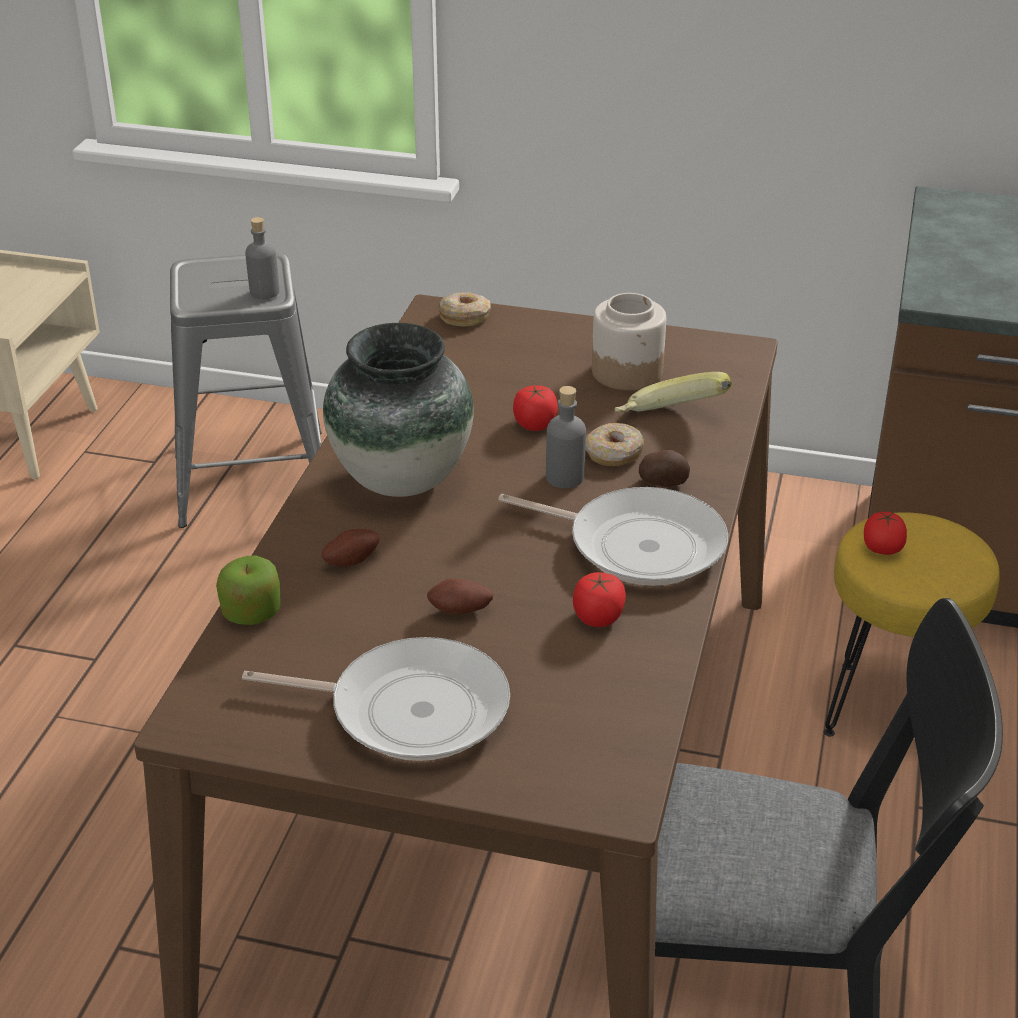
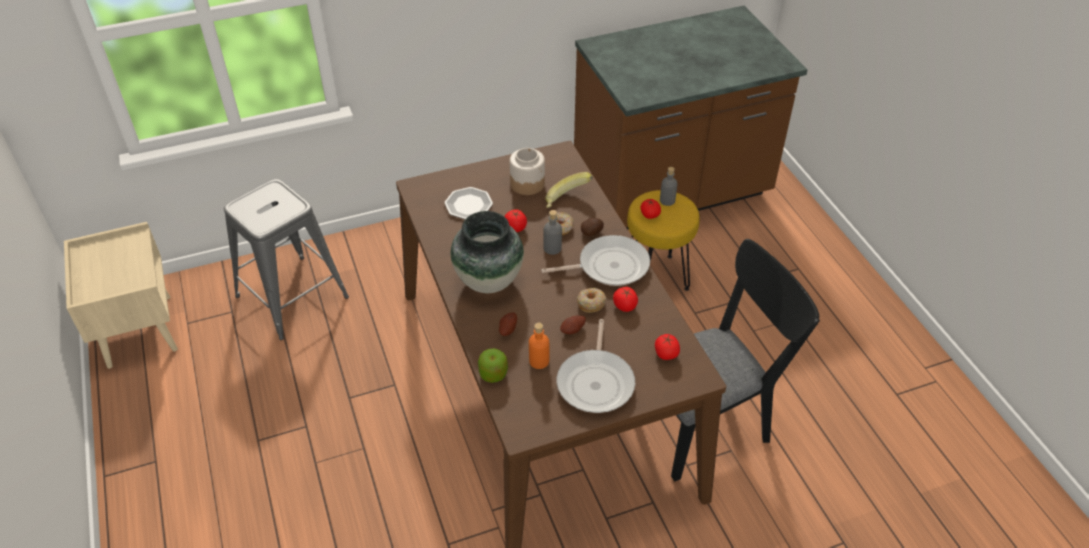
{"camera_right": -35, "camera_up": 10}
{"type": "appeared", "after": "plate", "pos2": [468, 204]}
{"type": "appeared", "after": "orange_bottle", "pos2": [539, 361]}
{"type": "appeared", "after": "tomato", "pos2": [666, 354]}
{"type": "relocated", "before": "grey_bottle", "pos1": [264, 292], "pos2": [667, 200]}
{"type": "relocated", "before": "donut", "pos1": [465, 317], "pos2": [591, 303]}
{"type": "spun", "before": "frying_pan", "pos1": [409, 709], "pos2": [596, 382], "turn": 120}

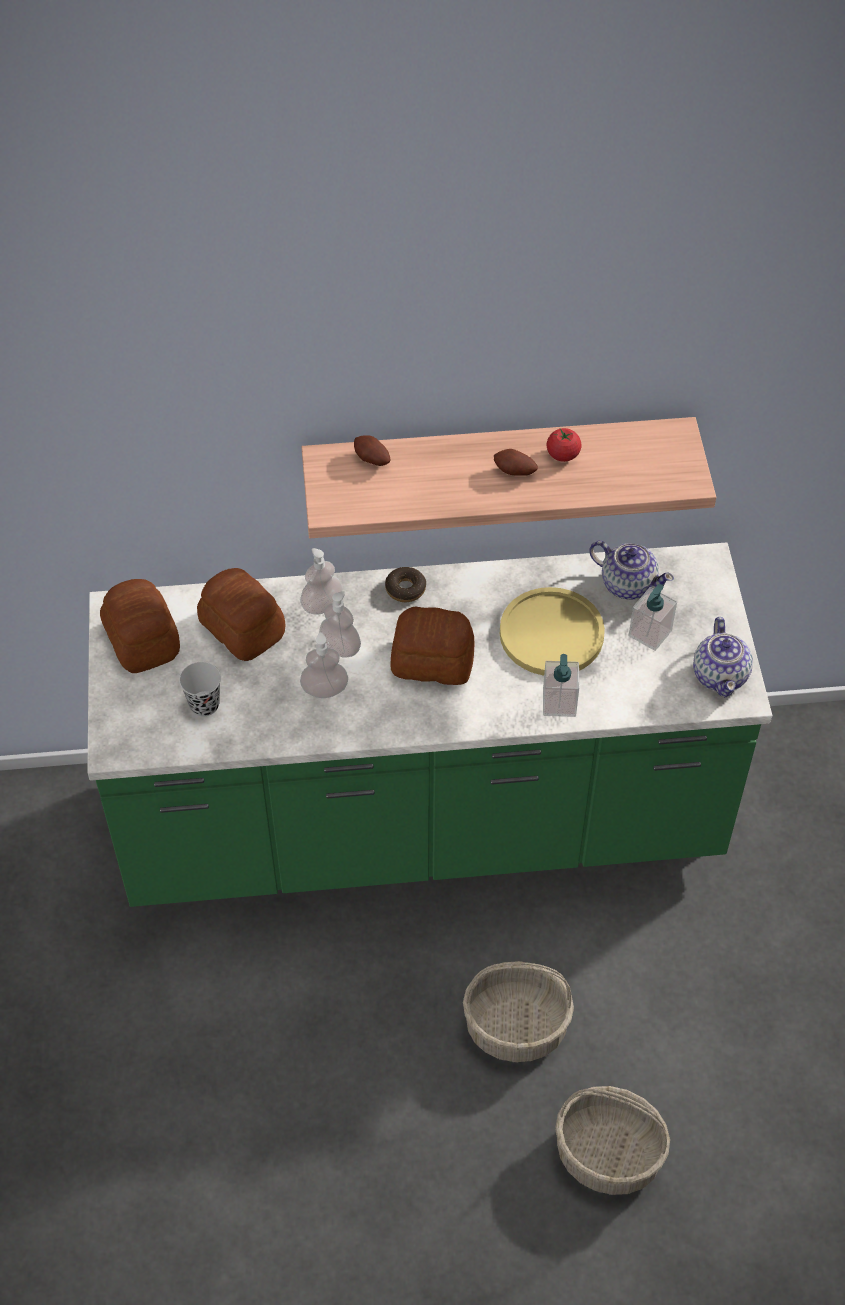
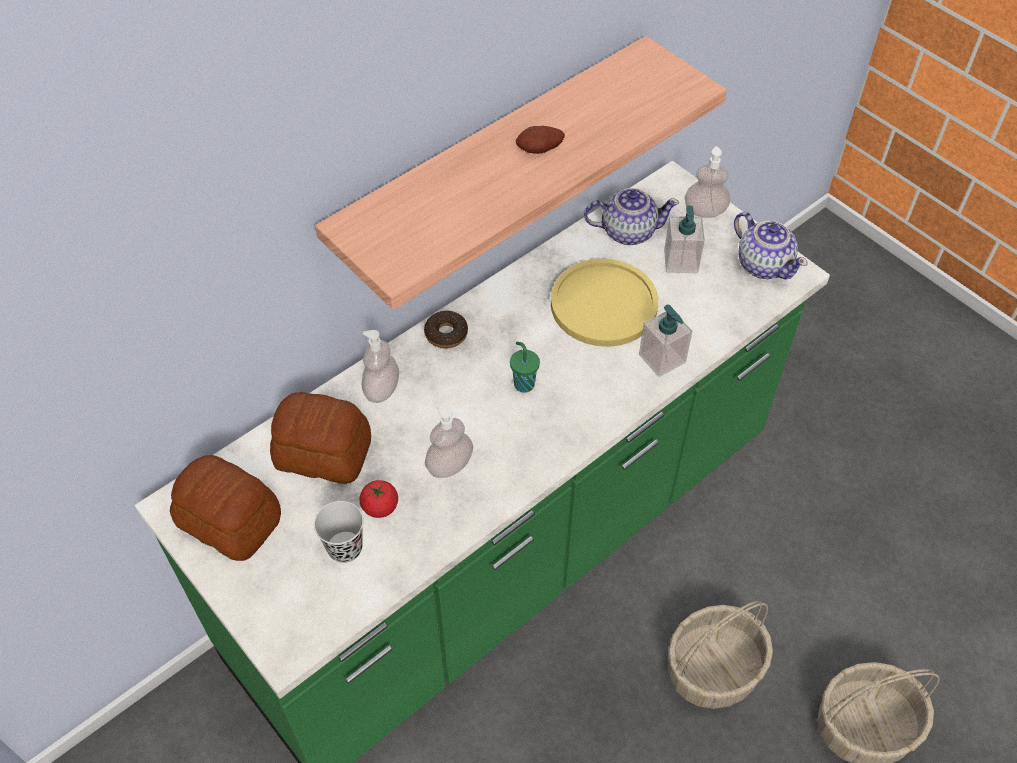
{"camera_right": -35, "camera_up": 0}
{"type": "missing", "before": "potato", "pos1": [371, 460]}
{"type": "relocated", "before": "soap_dispenser", "pos1": [340, 647], "pos2": [705, 211]}
{"type": "relocated", "before": "tomato", "pos1": [563, 454], "pos2": [380, 507]}
{"type": "exchanged", "before": "bread", "after": "green_cup", "pos1": [431, 660], "pos2": [523, 383]}

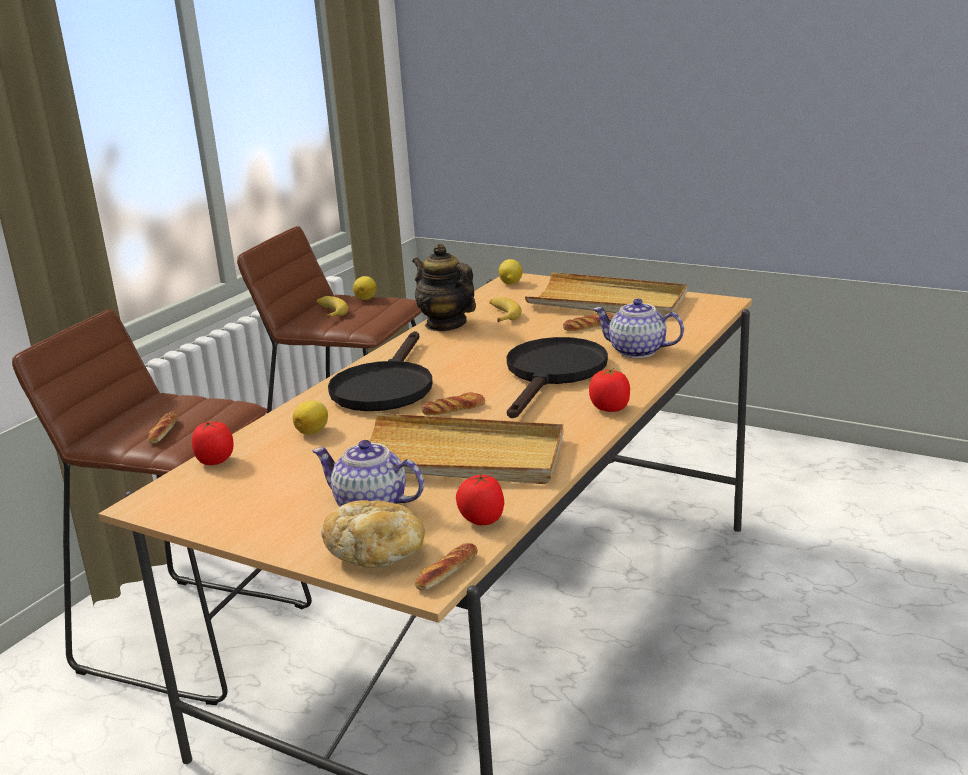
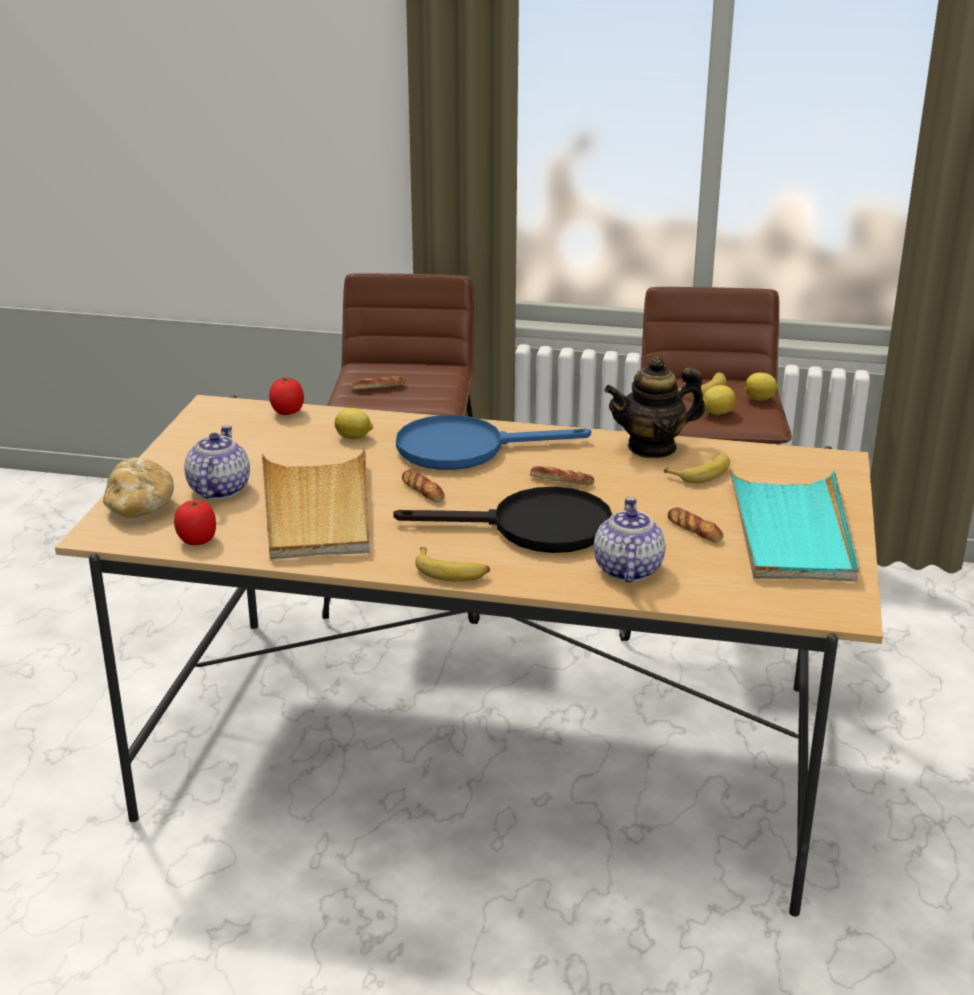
{"camera_right": 70, "camera_up": 5}
{"type": "relocated", "before": "bread", "pos1": [447, 572], "pos2": [561, 481]}
{"type": "relocated", "before": "lemon", "pos1": [510, 283], "pos2": [716, 413]}
{"type": "exchanged", "before": "tomato", "after": "banana", "pos1": [610, 408], "pos2": [451, 572]}
{"type": "colour", "before": "black_frying_pan", "after": "blue_frying_pan", "pos1": [385, 386], "pos2": [465, 448]}
{"type": "colour", "before": "beige_tray", "after": "turquoise_tray", "pos1": [608, 302], "pos2": [791, 531]}
{"type": "spun", "before": "teapot", "pos1": [445, 324], "pos2": [652, 447], "turn": -135}

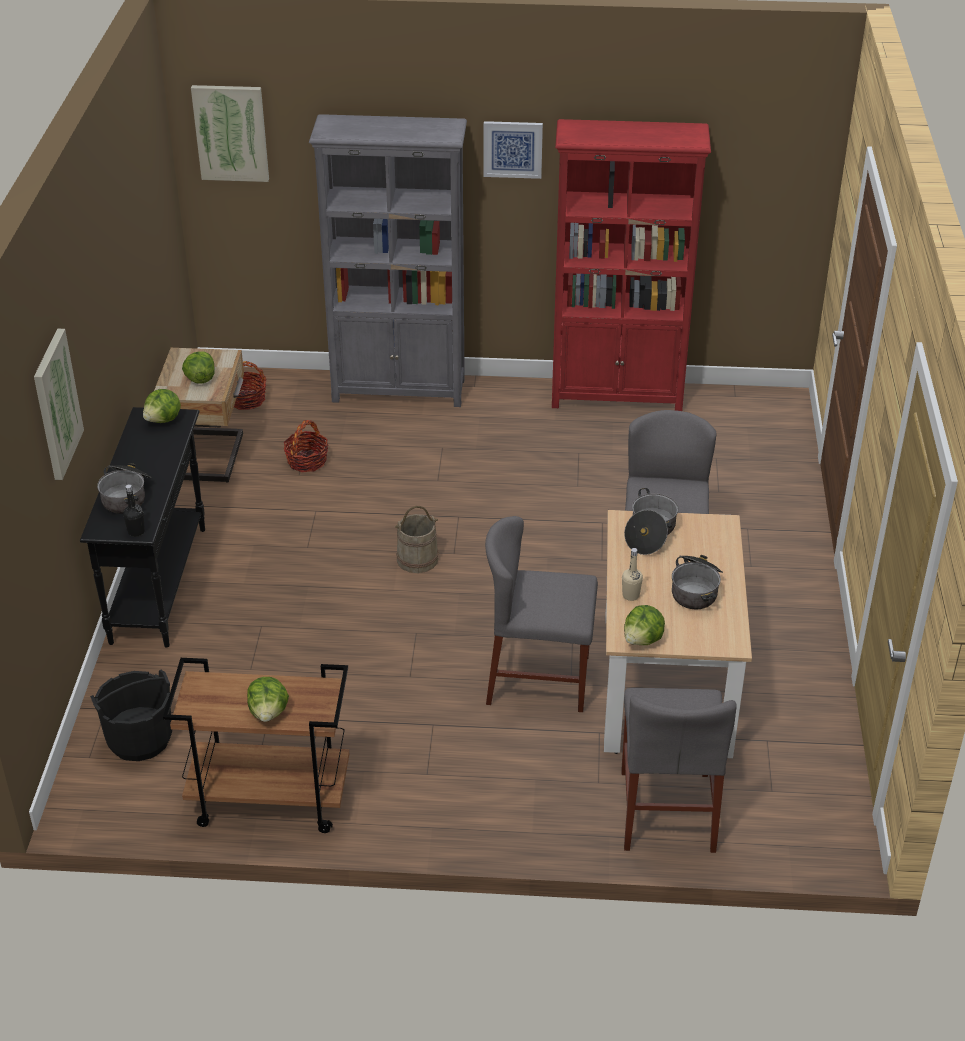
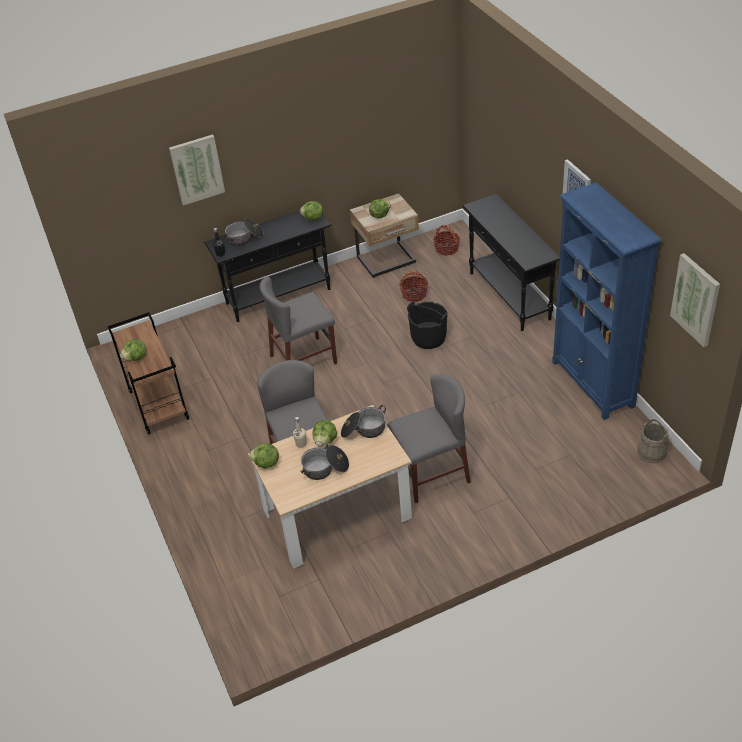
{"camera_right": 65, "camera_up": 5}
{"type": "appeared", "after": "lettuce", "pos2": [325, 441]}
{"type": "relocated", "before": "black_bucket", "pos1": [139, 739], "pos2": [428, 338]}
{"type": "relocated", "before": "picture", "pos1": [231, 133], "pos2": [696, 299]}
{"type": "relocated", "before": "beige_bucket", "pos1": [417, 559], "pos2": [651, 452]}
{"type": "relocated", "before": "grey_chair", "pos1": [667, 810], "pos2": [303, 359]}
{"type": "exchanged", "before": "grey_bookcase", "after": "black_console_table", "pos1": [399, 390], "pos2": [509, 296]}
{"type": "colour", "before": "red_bookcase", "after": "blue_bookcase", "pos1": [617, 396], "pos2": [593, 384]}

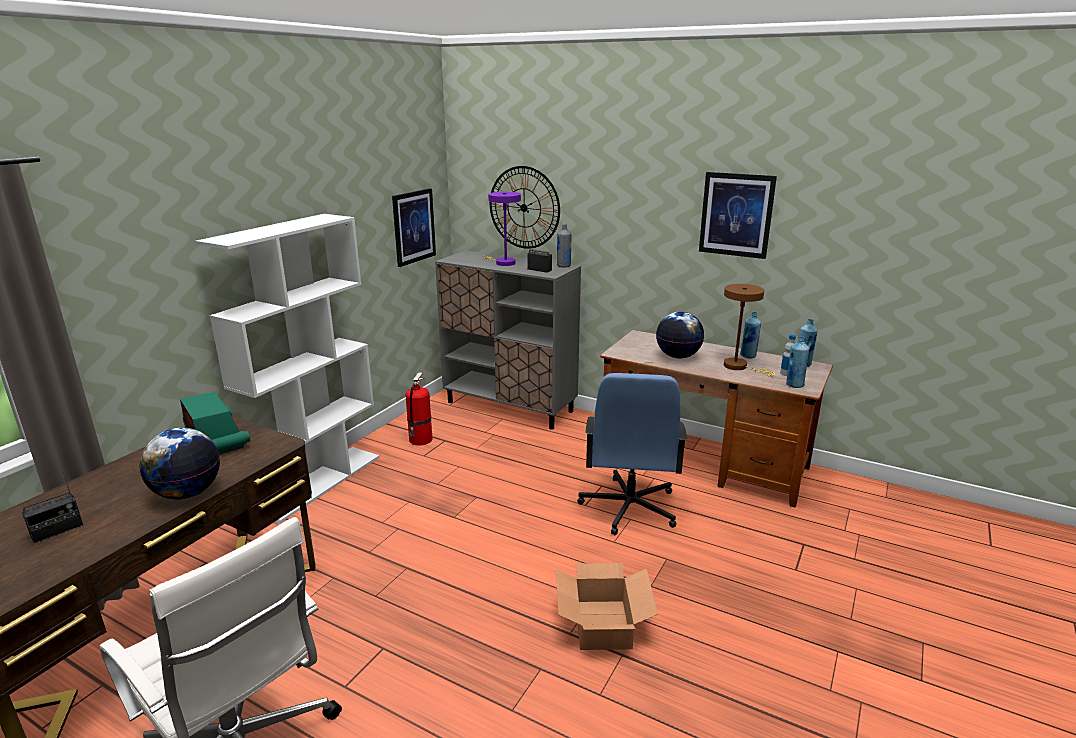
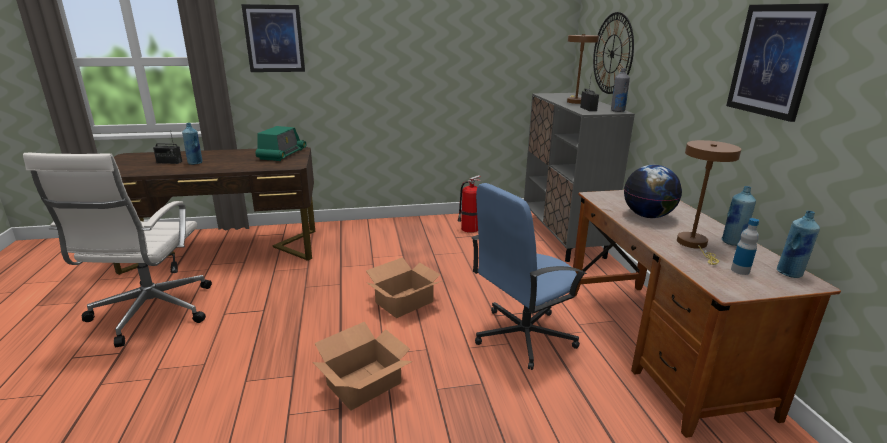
{"camera_right": 50, "camera_up": 0}
{"type": "missing", "before": "globe", "pos1": [187, 493]}
{"type": "missing", "before": "white_bookcase", "pos1": [318, 482]}
{"type": "appeared", "after": "cardboard_box", "pos2": [405, 302]}
{"type": "relocated", "before": "picture", "pos1": [413, 226], "pos2": [274, 39]}
{"type": "relocated", "before": "blue_bottle", "pos1": [794, 385], "pos2": [195, 163]}
{"type": "colour", "before": "purple_table_lamp", "after": "brown_table_lamp", "pos1": [503, 263], "pos2": [575, 101]}

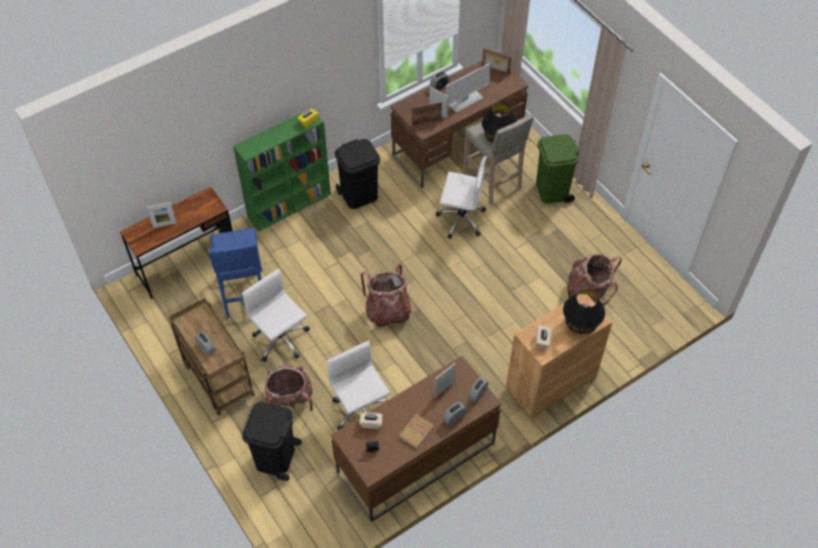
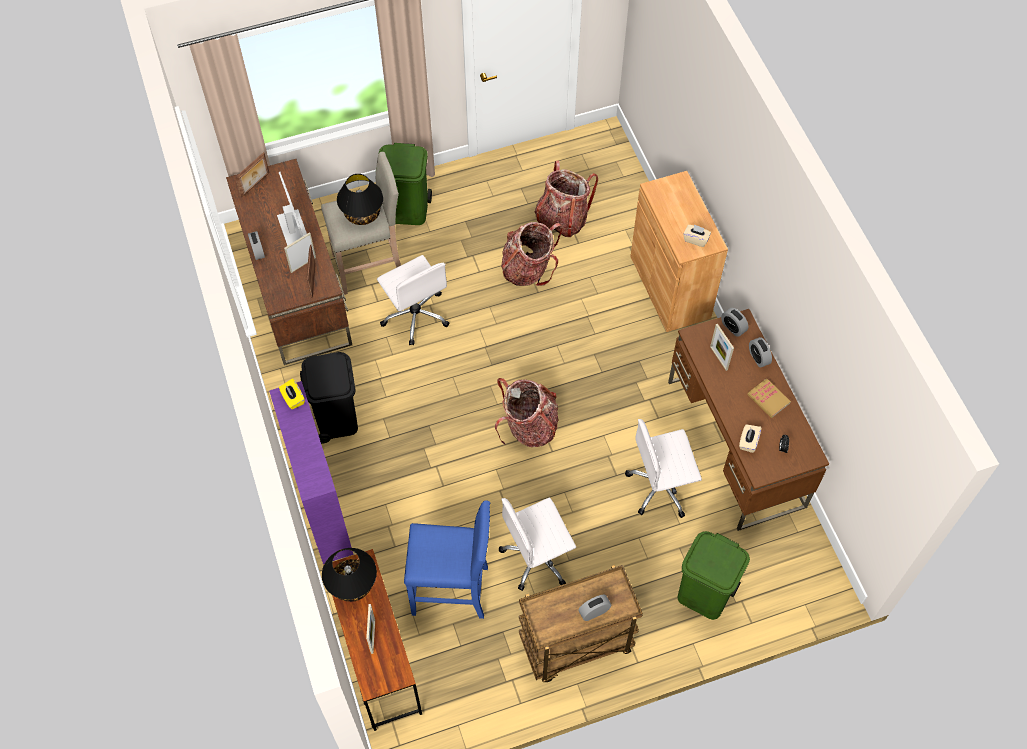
{"camera_right": -75, "camera_up": 5}
{"type": "relocated", "before": "backpack", "pos1": [290, 400], "pos2": [528, 269]}
{"type": "relocated", "before": "black_table_lamp", "pos1": [581, 323], "pos2": [352, 583]}
{"type": "colour", "before": "green_bookcase", "after": "purple_bookcase", "pos1": [290, 205], "pos2": [321, 506]}
{"type": "colour", "before": "black_trash_can", "after": "green_trash_can", "pos1": [276, 458], "pos2": [705, 595]}
{"type": "spun", "before": "white_office_chair", "pos1": [460, 219], "pos2": [415, 315], "turn": 120}

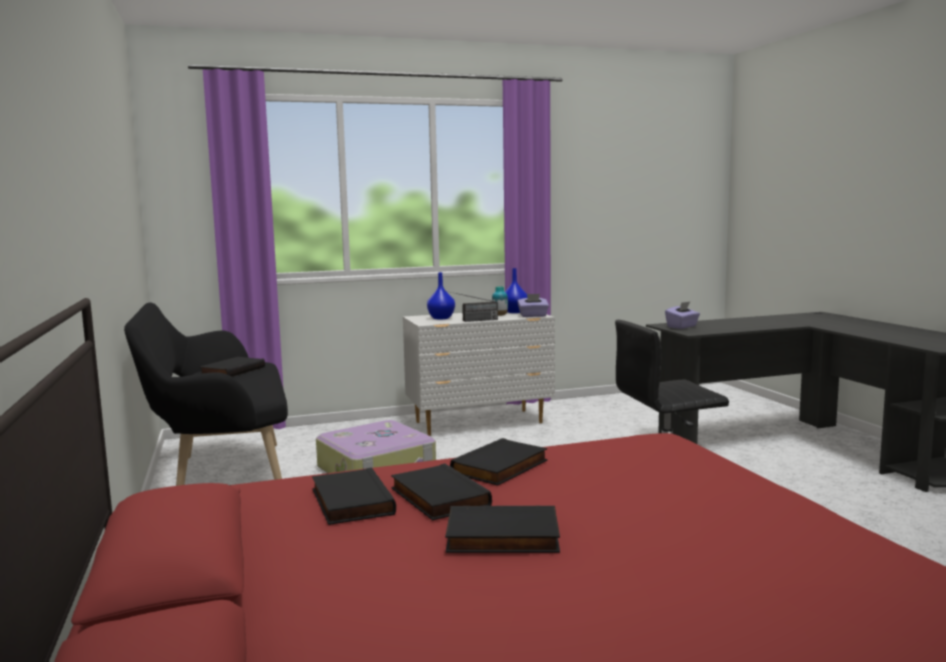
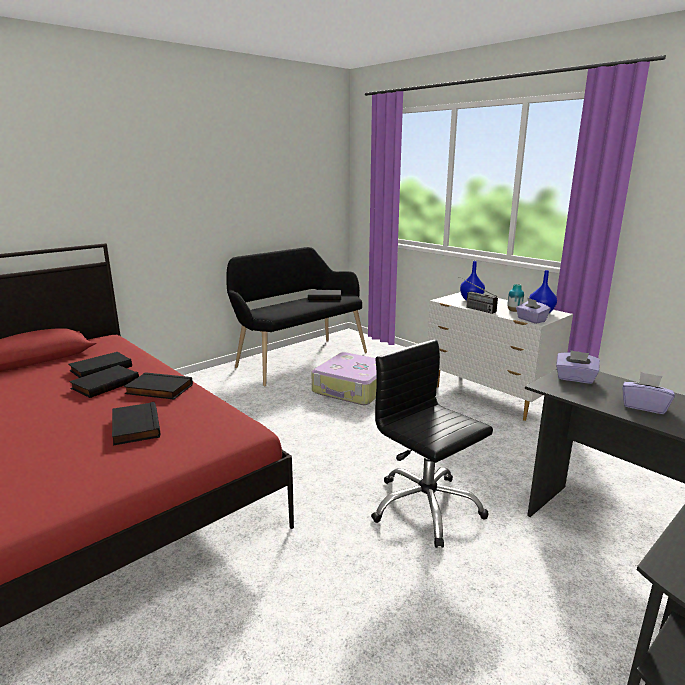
{"camera_right": 65, "camera_up": 10}
{"type": "appeared", "after": "purple_tissue_box", "pos2": [644, 406]}
{"type": "relocated", "before": "black_book", "pos1": [501, 538], "pos2": [134, 427]}

